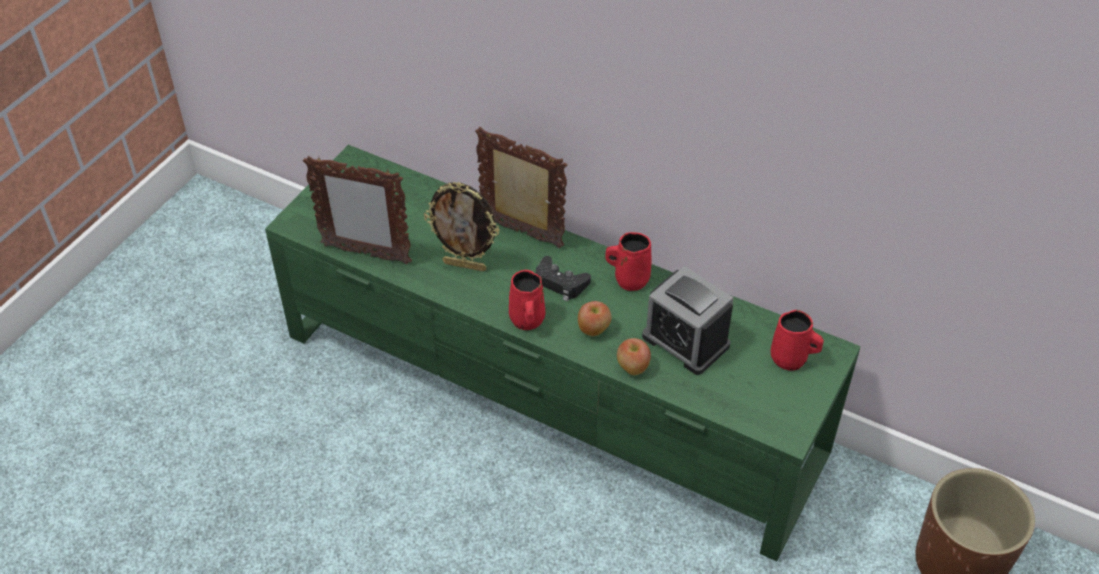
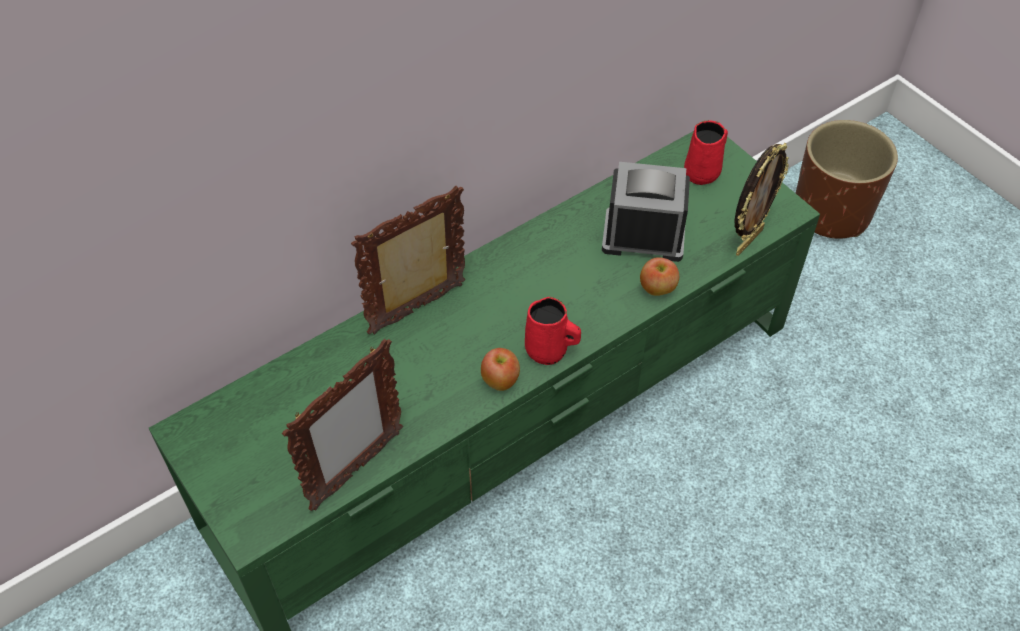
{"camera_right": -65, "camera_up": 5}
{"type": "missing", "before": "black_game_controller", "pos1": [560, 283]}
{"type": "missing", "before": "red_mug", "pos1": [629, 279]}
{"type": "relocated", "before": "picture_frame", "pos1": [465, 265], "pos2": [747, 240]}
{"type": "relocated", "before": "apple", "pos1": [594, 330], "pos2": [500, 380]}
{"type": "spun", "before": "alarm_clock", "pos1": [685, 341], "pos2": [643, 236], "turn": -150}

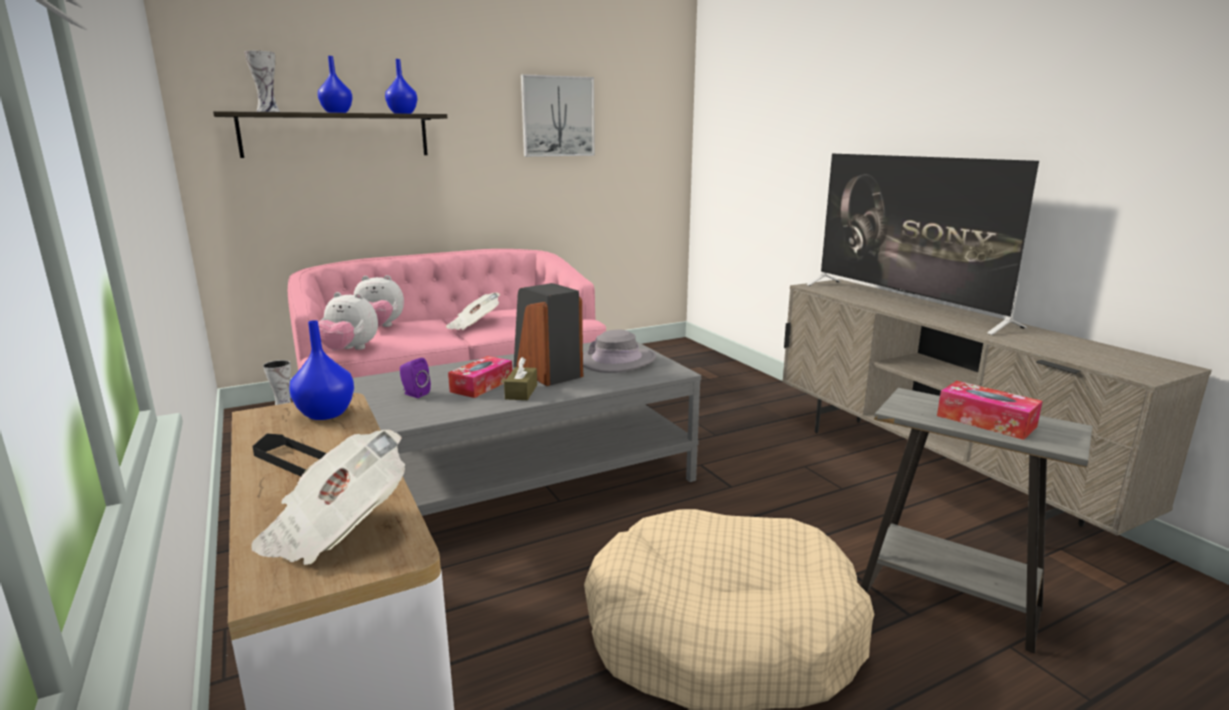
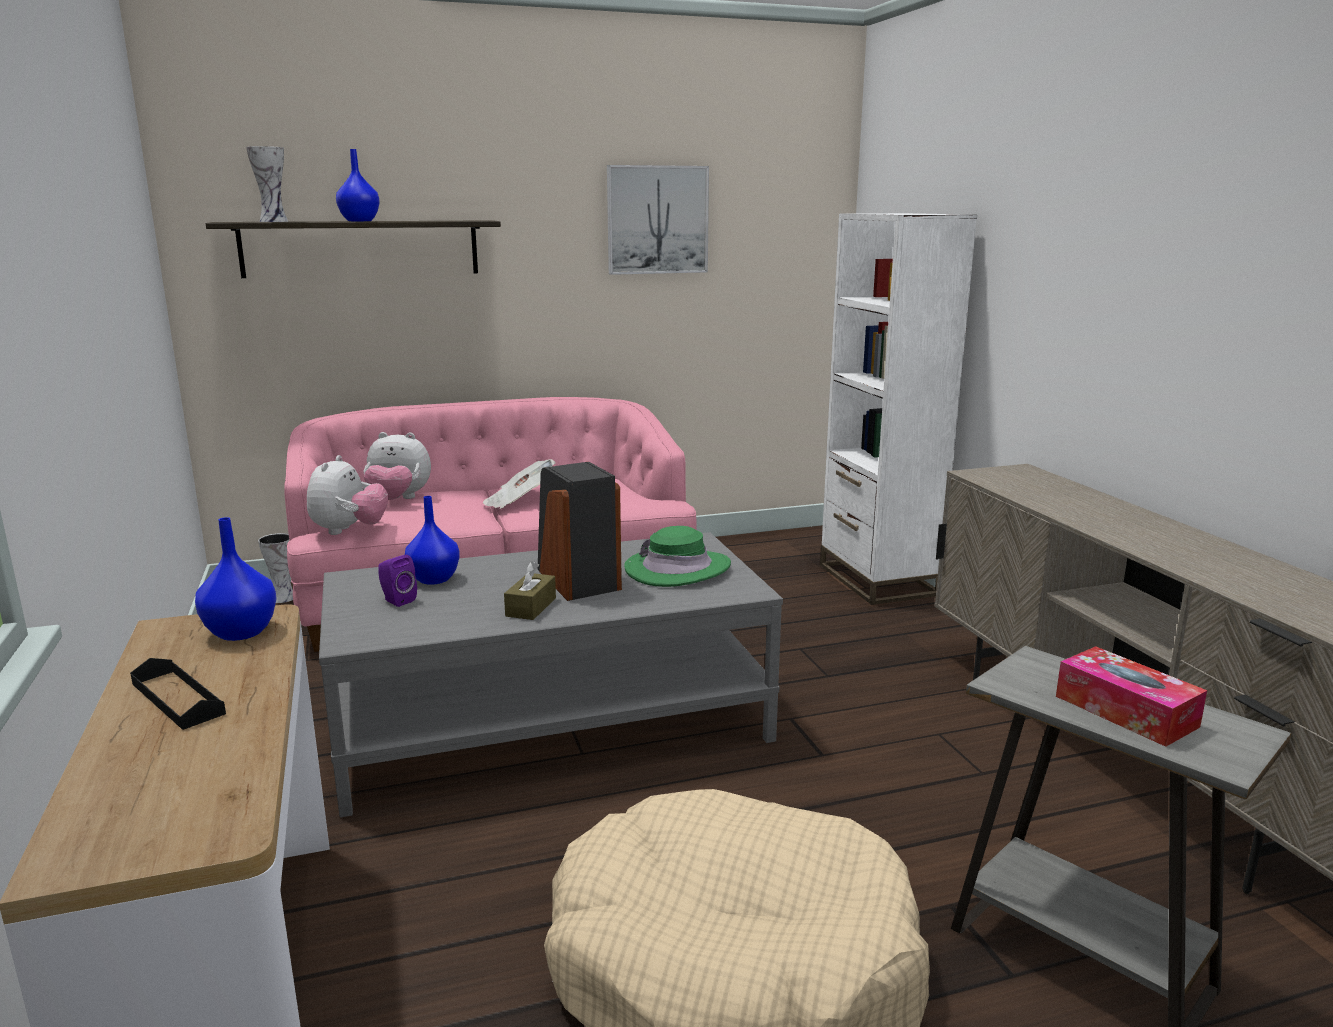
{"camera_right": 10, "camera_up": 0}
{"type": "missing", "before": "newspaper", "pos1": [335, 530]}
{"type": "missing", "before": "tissue_box", "pos1": [482, 385]}
{"type": "missing", "before": "television", "pos1": [903, 304]}
{"type": "appeared", "after": "white_bookcase", "pos2": [877, 580]}
{"type": "relocated", "before": "blue_vase", "pos1": [403, 113], "pos2": [435, 579]}
{"type": "colour", "before": "grey_hat", "after": "green_hat", "pos1": [617, 361], "pos2": [677, 569]}
{"type": "spun", "before": "plush_toy", "pos1": [349, 350], "pos2": [349, 531], "turn": -105}

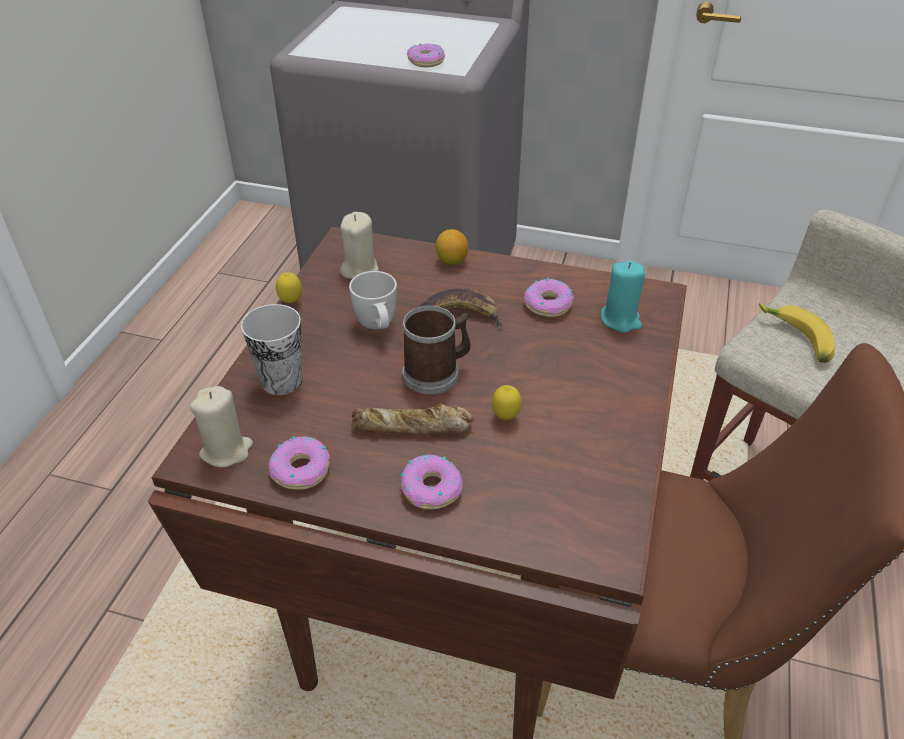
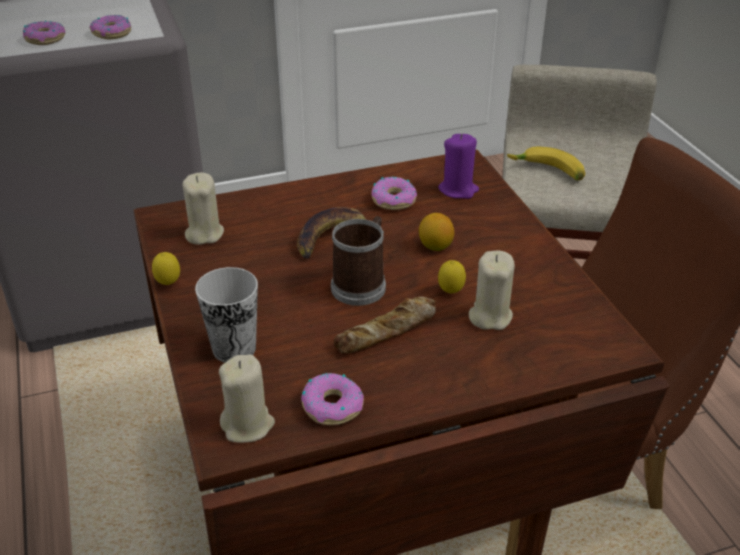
{"camera_right": -35, "camera_up": -5}
{"type": "missing", "before": "white_mug", "pos1": [378, 327]}
{"type": "appeared", "after": "beige_candle", "pos2": [490, 316]}
{"type": "relocated", "before": "donut", "pos1": [431, 488], "pos2": [45, 39]}
{"type": "relocated", "before": "lemon", "pos1": [451, 261], "pos2": [435, 246]}
{"type": "colour", "before": "turquoise_candle", "after": "purple_candle", "pos1": [620, 319], "pos2": [458, 190]}

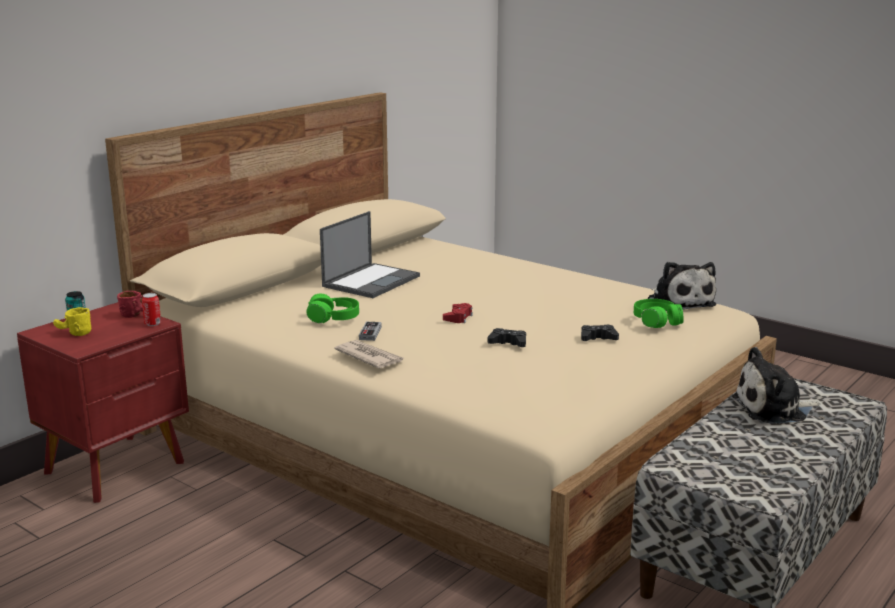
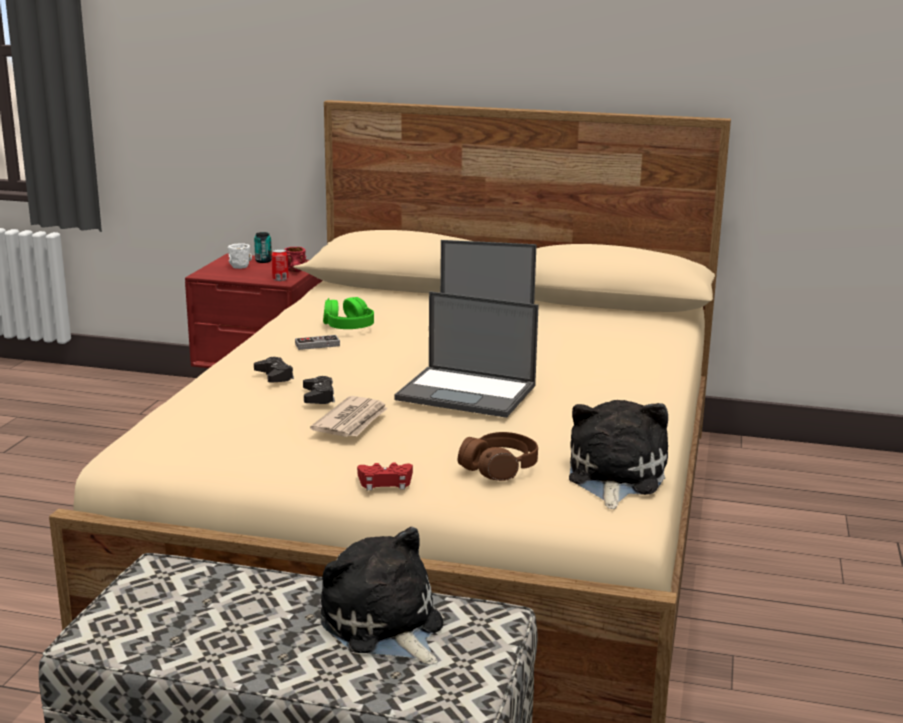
{"camera_right": 65, "camera_up": 0}
{"type": "appeared", "after": "laptop", "pos2": [468, 393]}
{"type": "relocated", "before": "newspaper", "pos1": [369, 357], "pos2": [352, 421]}
{"type": "relocated", "before": "red_game_controller", "pos1": [458, 317], "pos2": [385, 482]}
{"type": "relocated", "before": "black_game_controller", "pos1": [598, 338], "pos2": [274, 376]}
{"type": "colour", "before": "yellow_mug", "after": "white_mug", "pos1": [73, 333], "pos2": [237, 265]}
{"type": "colour", "before": "green_headphones", "after": "brown_headphones", "pos1": [657, 321], "pos2": [499, 468]}
{"type": "spun", "before": "plush_toy", "pos1": [679, 302], "pos2": [614, 477], "turn": 150}

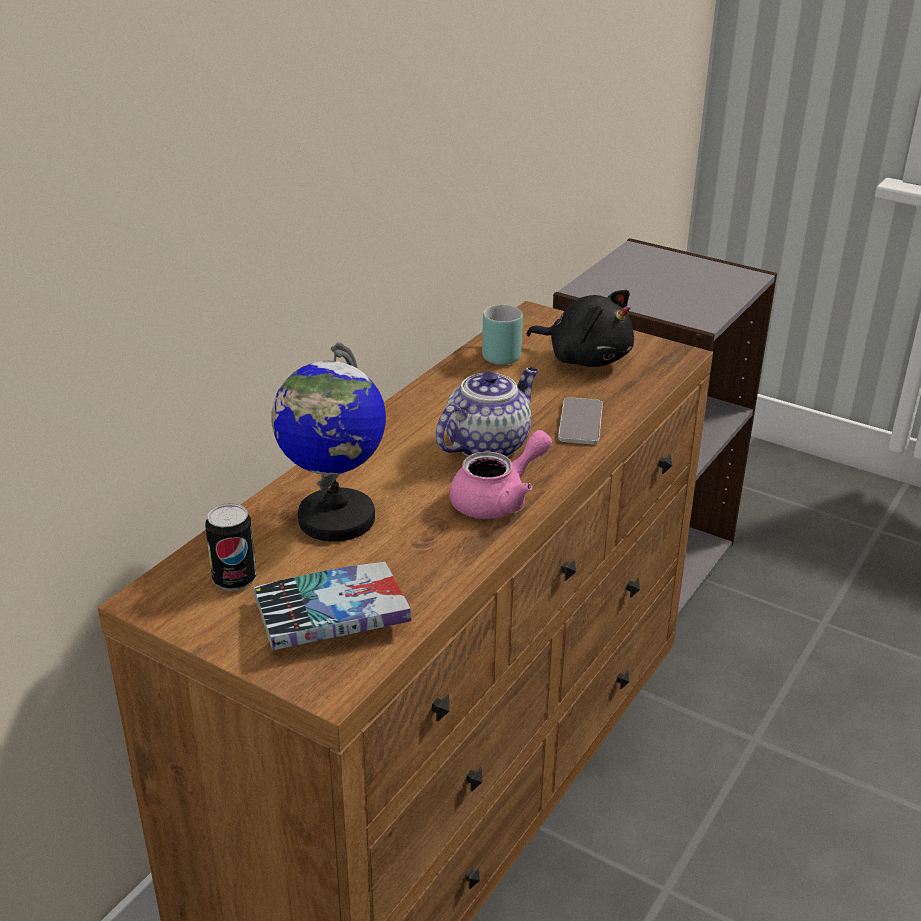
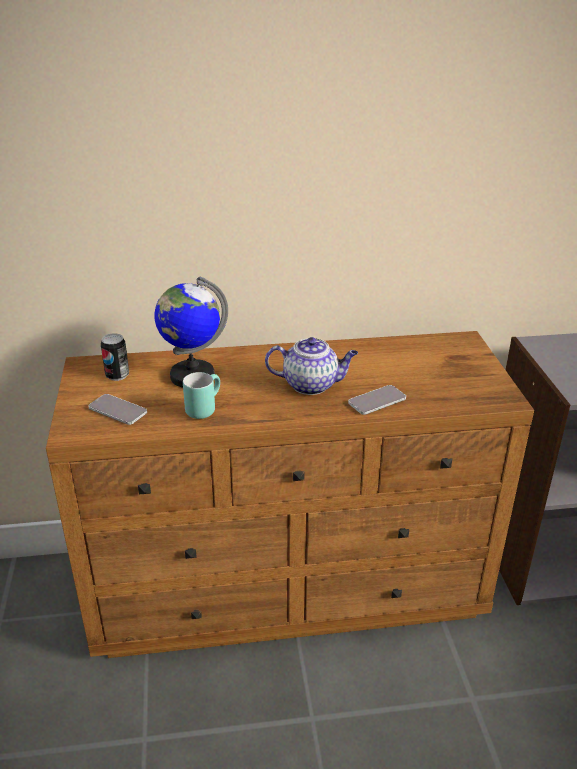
{"camera_right": 50, "camera_up": 0}
{"type": "missing", "before": "pink_teapot", "pos1": [499, 499]}
{"type": "missing", "before": "black_plush_toy", "pos1": [585, 358]}
{"type": "relocated", "before": "turquoise_mug", "pos1": [495, 354], "pos2": [203, 408]}
{"type": "exchanged", "before": "book", "after": "phone", "pos1": [332, 617], "pos2": [117, 410]}

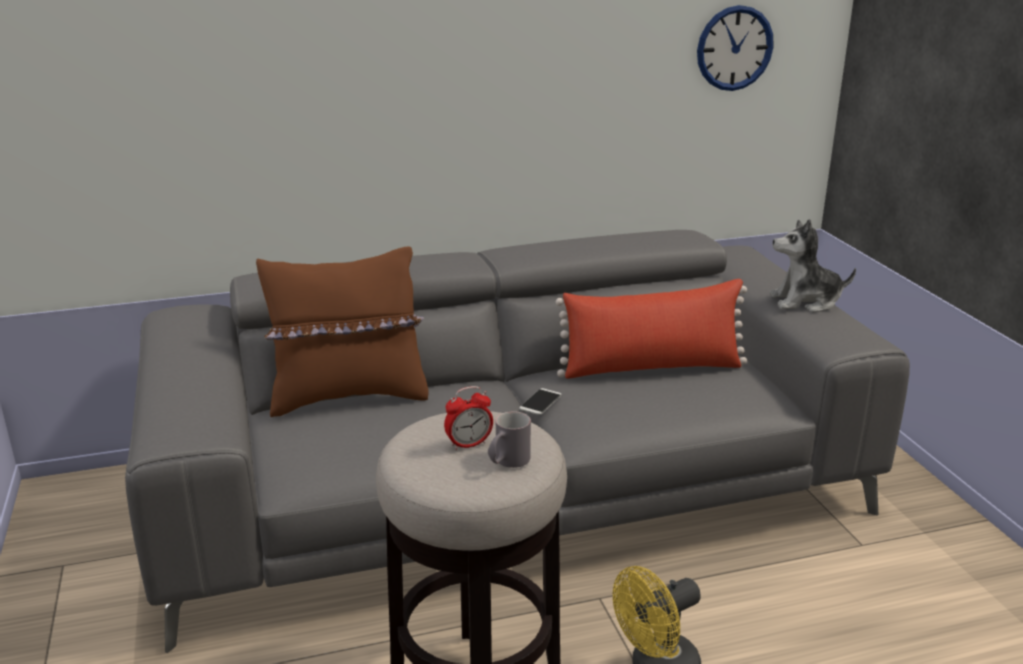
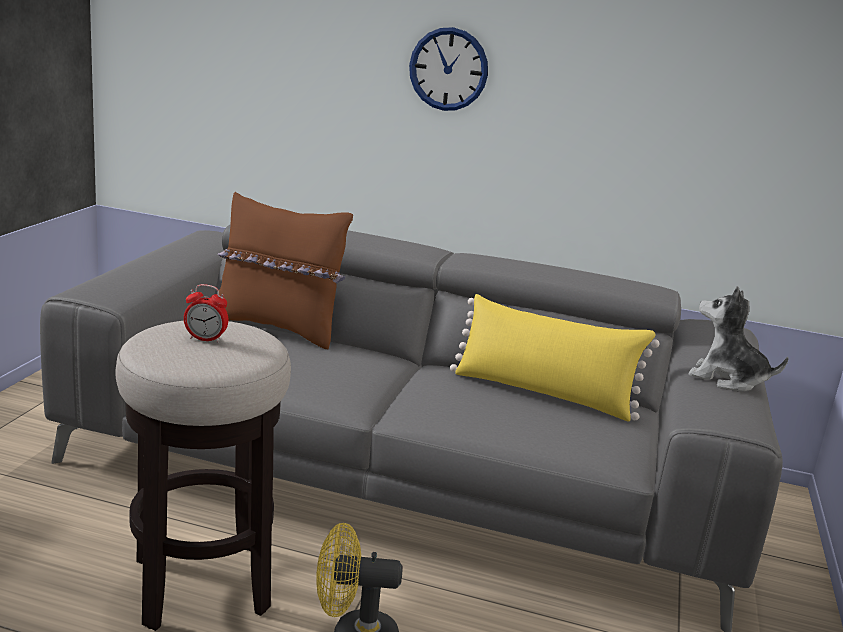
{"camera_right": 30, "camera_up": -5}
{"type": "missing", "before": "grey_mug", "pos1": [507, 462]}
{"type": "missing", "before": "phone", "pos1": [540, 402]}
{"type": "relocated", "before": "wall_clock", "pos1": [734, 48], "pos2": [448, 69]}
{"type": "colour", "before": "red_pillow", "after": "yellow_pillow", "pos1": [652, 368], "pos2": [543, 393]}

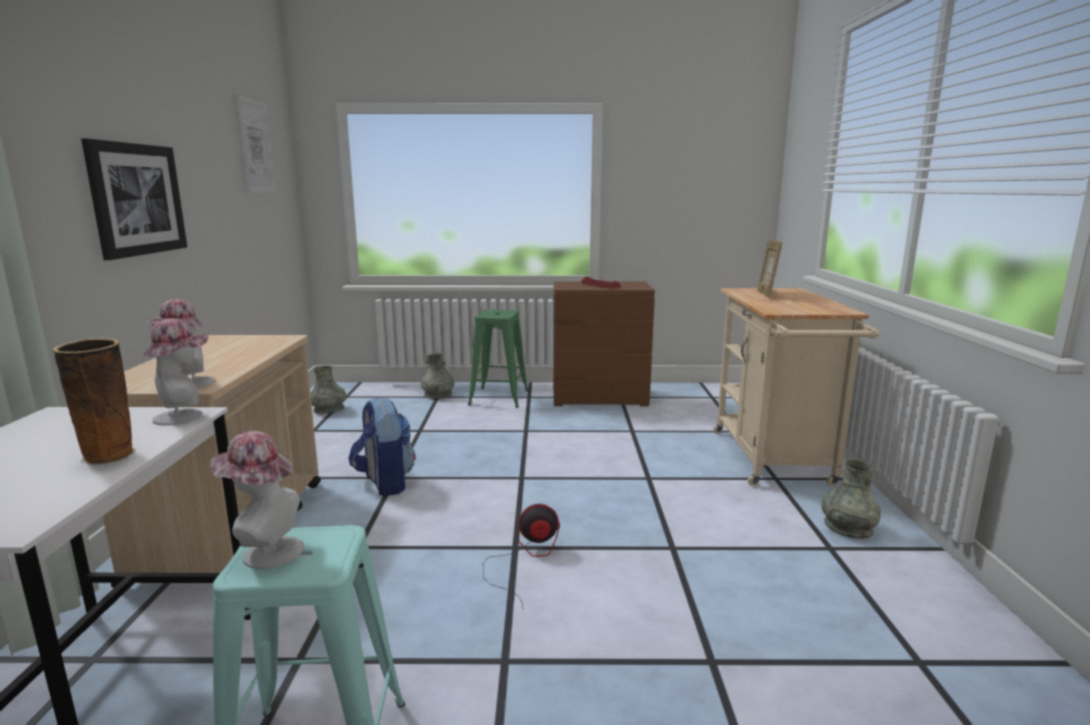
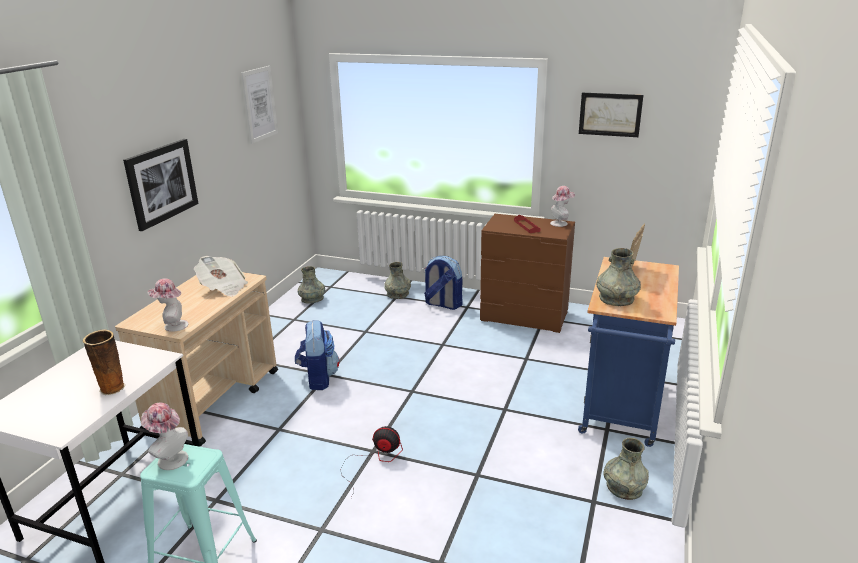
{"camera_right": 20, "camera_up": 10}
{"type": "appeared", "after": "newspaper", "pos2": [223, 288]}
{"type": "appeared", "after": "picture", "pos2": [610, 114]}
{"type": "appeared", "after": "grey_vase", "pos2": [616, 298]}
{"type": "relocated", "before": "hat", "pos1": [185, 415], "pos2": [560, 223]}
{"type": "exchanged", "before": "green_stool", "after": "backpack", "pos1": [499, 397], "pos2": [442, 304]}
{"type": "colour", "before": "beige_cart", "after": "blue_cart", "pos1": [774, 461], "pos2": [620, 412]}

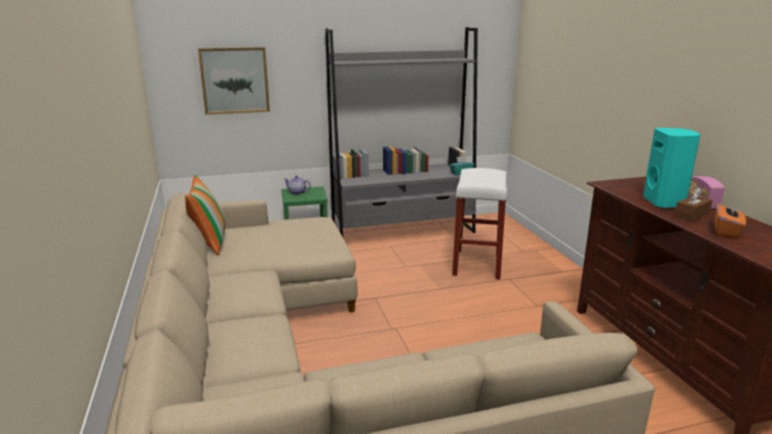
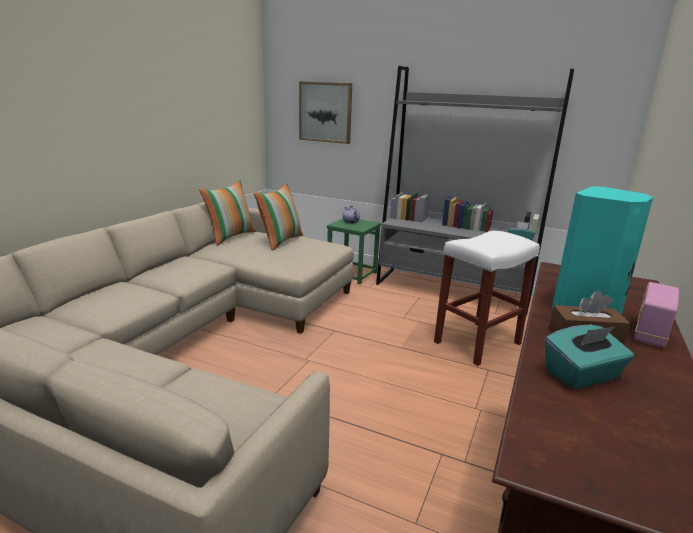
{"camera_right": 40, "camera_up": 0}
{"type": "appeared", "after": "pillow", "pos2": [280, 241]}
{"type": "colour", "before": "orange_tissue_box", "after": "turquoise_tissue_box", "pos1": [726, 231], "pos2": [582, 375]}

